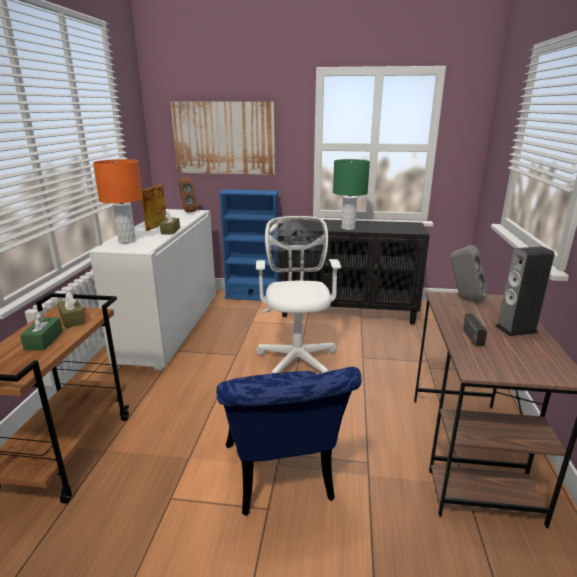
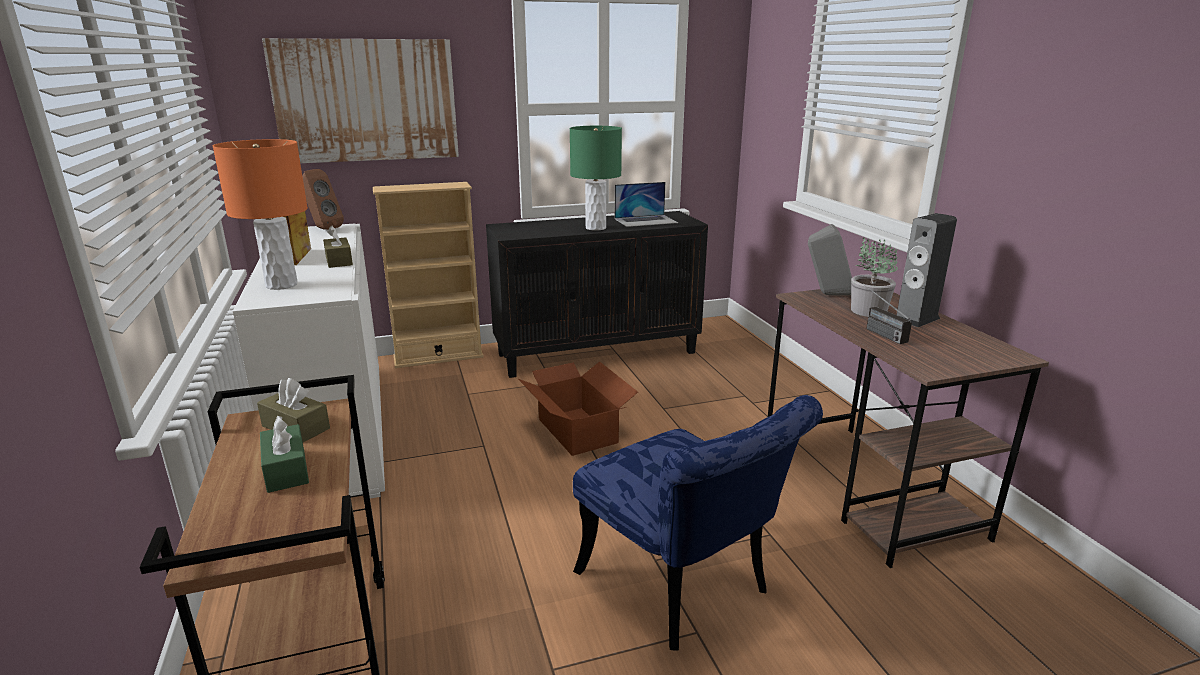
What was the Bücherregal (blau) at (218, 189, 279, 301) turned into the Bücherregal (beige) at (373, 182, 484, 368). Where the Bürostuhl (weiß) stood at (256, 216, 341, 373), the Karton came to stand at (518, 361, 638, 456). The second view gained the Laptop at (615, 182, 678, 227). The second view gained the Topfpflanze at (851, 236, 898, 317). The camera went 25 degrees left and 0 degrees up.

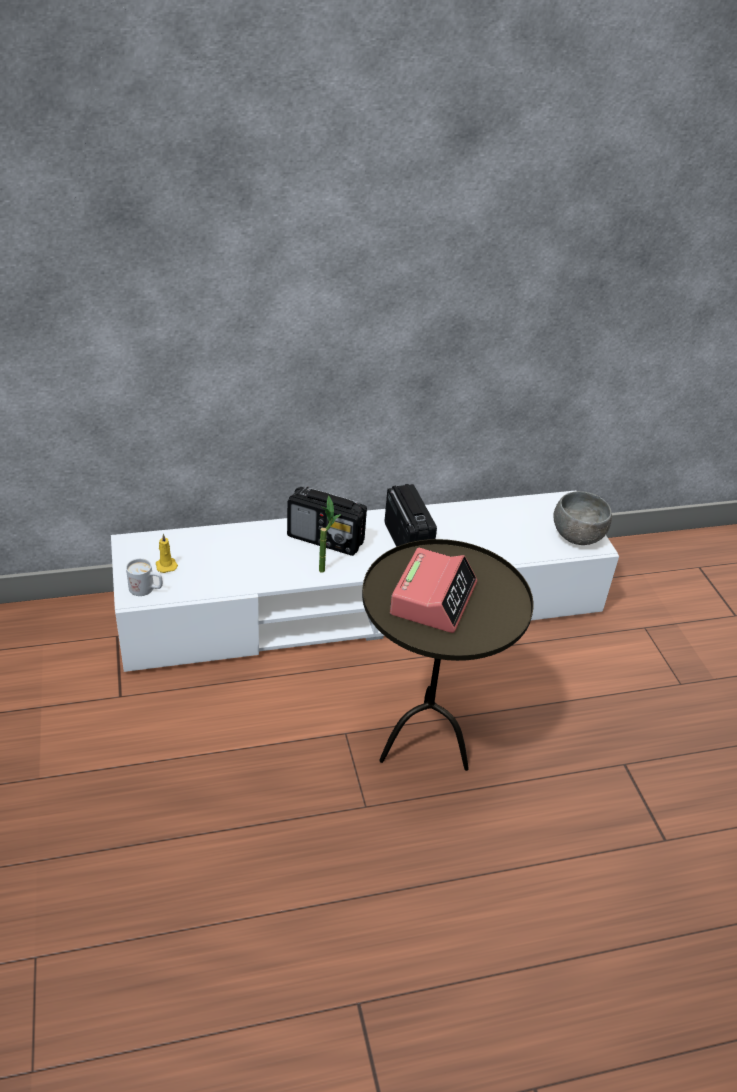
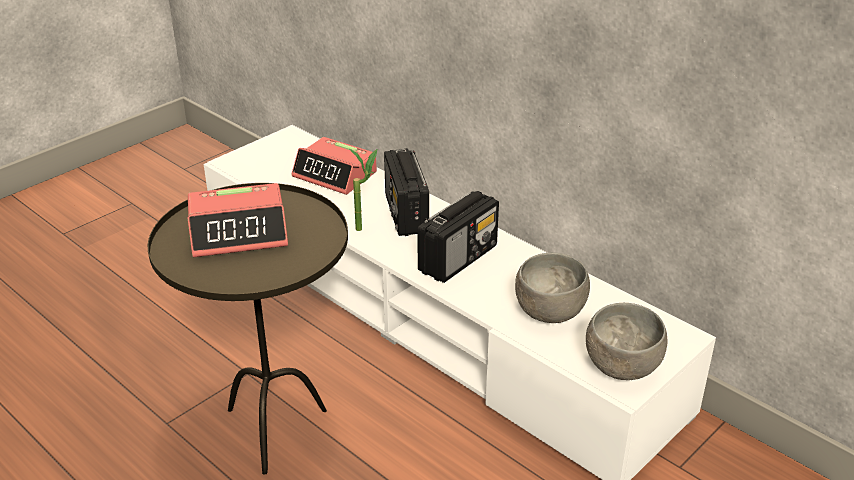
The second view lost the Kerze (gelb) at (156, 534, 178, 573). The second view lost the Henkelbecher (weiß) at (126, 558, 163, 596). The second view gained the Wecker at (291, 137, 377, 195). The second view gained the Schüssel (grau) at (515, 253, 590, 323). The camera went 60 degrees right and 5 degrees down.

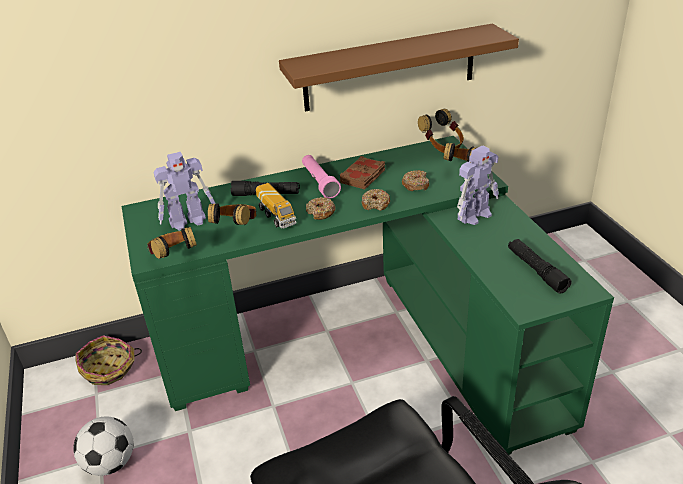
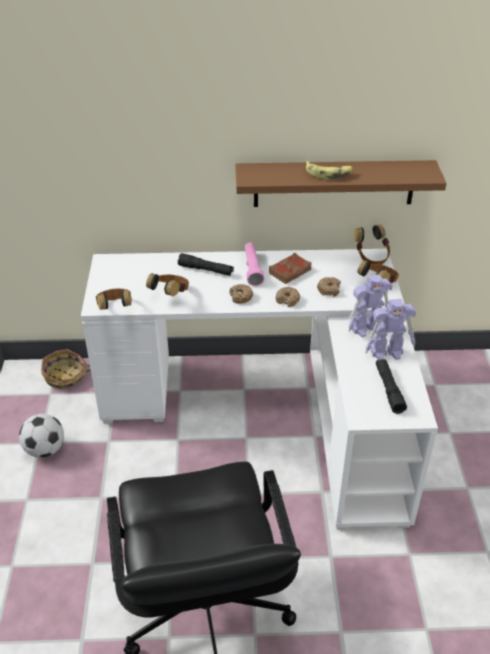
What was the Schreibtisch (grün) at (122, 136, 614, 455) turned into the Schreibtisch (weiß) at (81, 249, 438, 530). The Spielzeugroboter ended up elsewhere, having gone from (153, 152, 215, 231) to (365, 299, 416, 360). The second view lost the Spielzeuglaster at (256, 183, 297, 229). The second view gained the Banane at (305, 161, 353, 180). The camera went 15 degrees right and 5 degrees up.

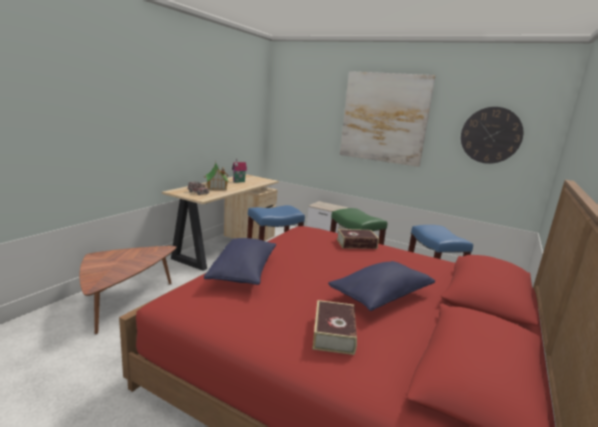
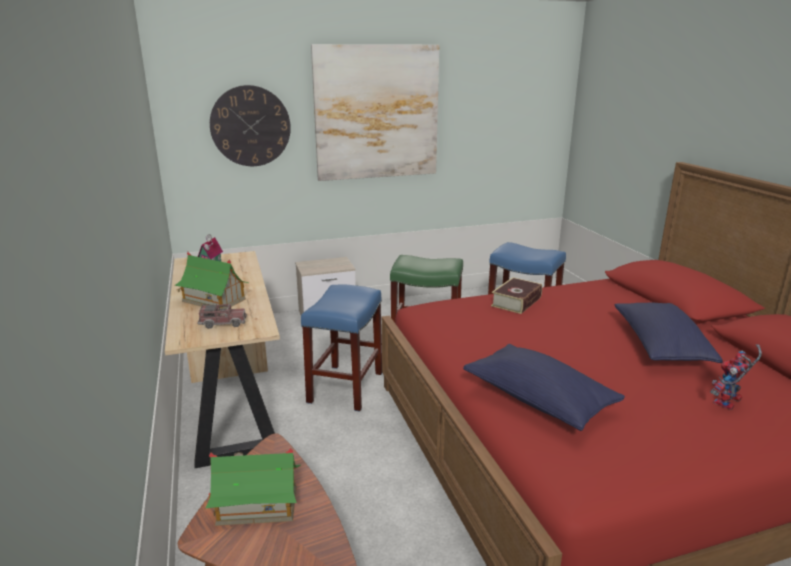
The Wanduhr ended up elsewhere, having gone from (461, 107, 523, 164) to (210, 85, 291, 166). Where the Buch stood at (312, 300, 357, 355), the Spielzeugroboter came to stand at (710, 344, 762, 410). The second view gained the Spielzeughaus at (206, 448, 301, 526). The camera went 45 degrees left and 5 degrees up.

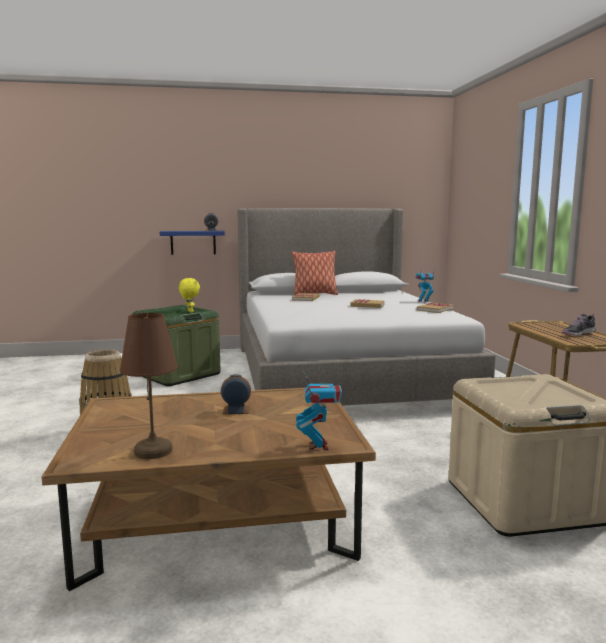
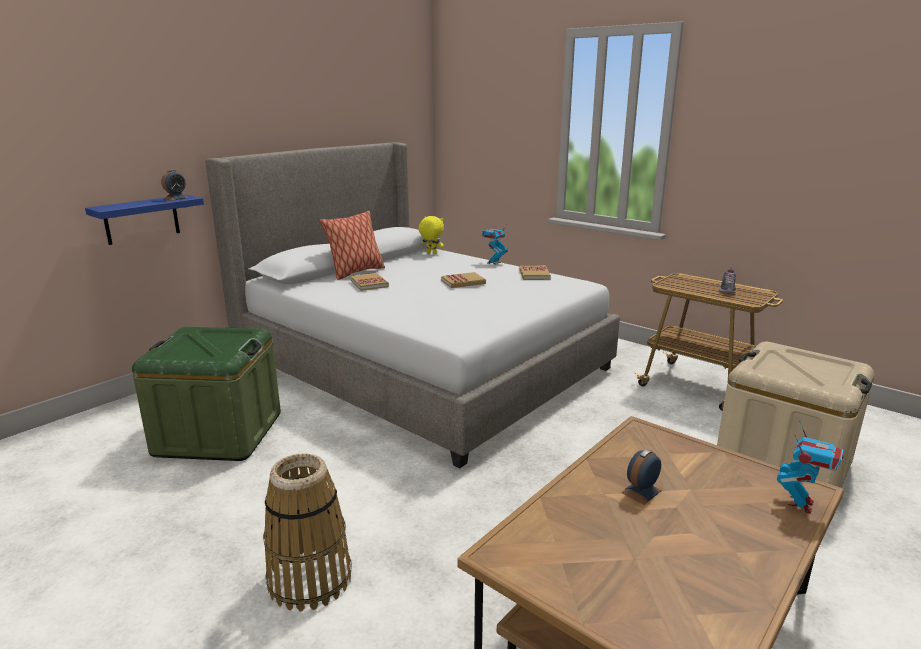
The Plüschtier (gelb) ended up elsewhere, having gone from (179, 278, 200, 313) to (419, 216, 444, 254). The second view lost the Tischlampe (braun) at (120, 313, 178, 459). The Spielzeugroboter at (296, 371, 342, 450) ended up facing another way, 75 degrees clockwise from before. The camera went 40 degrees left and 10 degrees up.

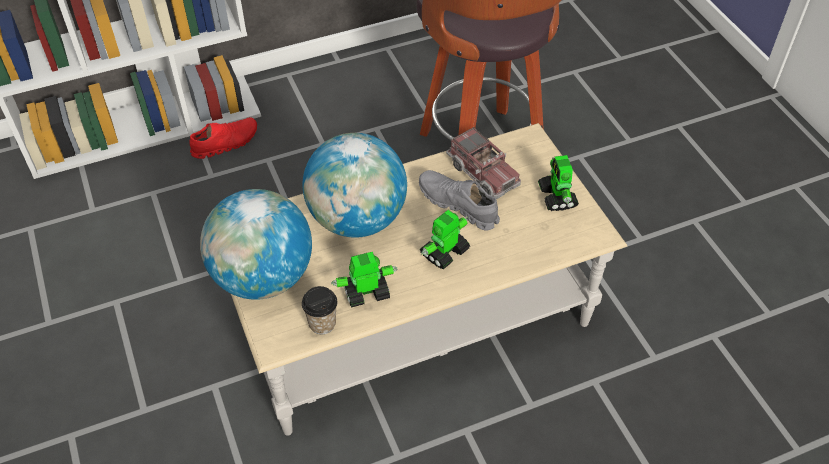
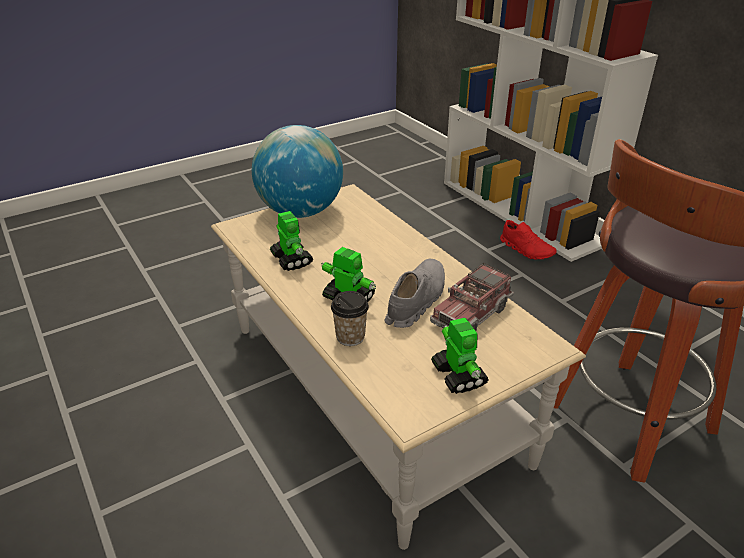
The second view lost the Globus at (303, 133, 407, 238). The Spielzeugroboter at (538, 155, 579, 211) ended up facing another way, 90 degrees clockwise from before. The Tasse ended up elsewhere, having gone from (302, 286, 337, 334) to (331, 291, 369, 346). The camera went 80 degrees right and 15 degrees down.

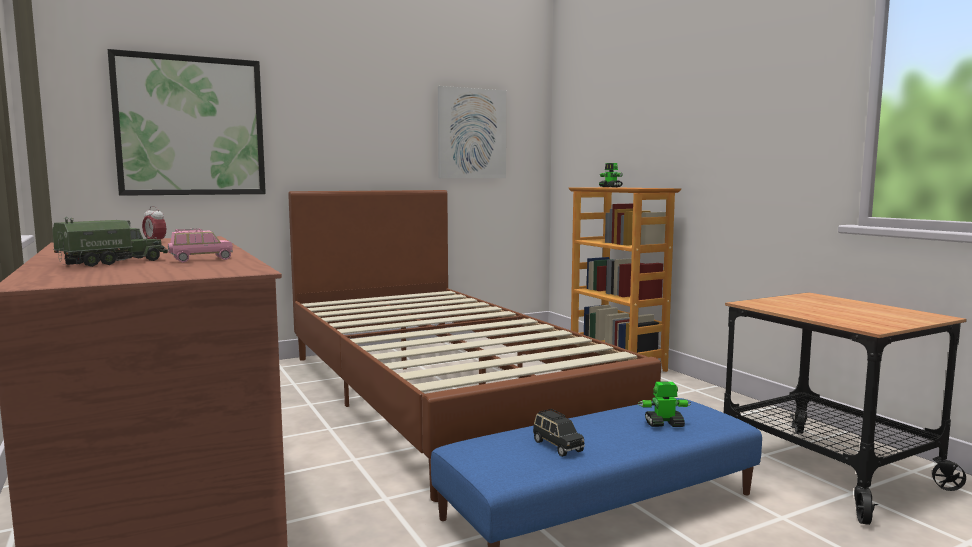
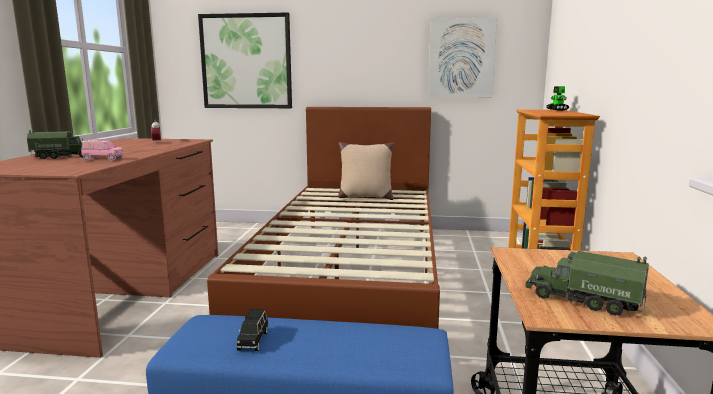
The second view lost the Spielzeugroboter at (638, 382, 691, 427). The second view gained the Kissen (beige) at (338, 142, 394, 200). The second view gained the Spielzeuglaster at (526, 251, 649, 316). The camera went 35 degrees right and 5 degrees up.

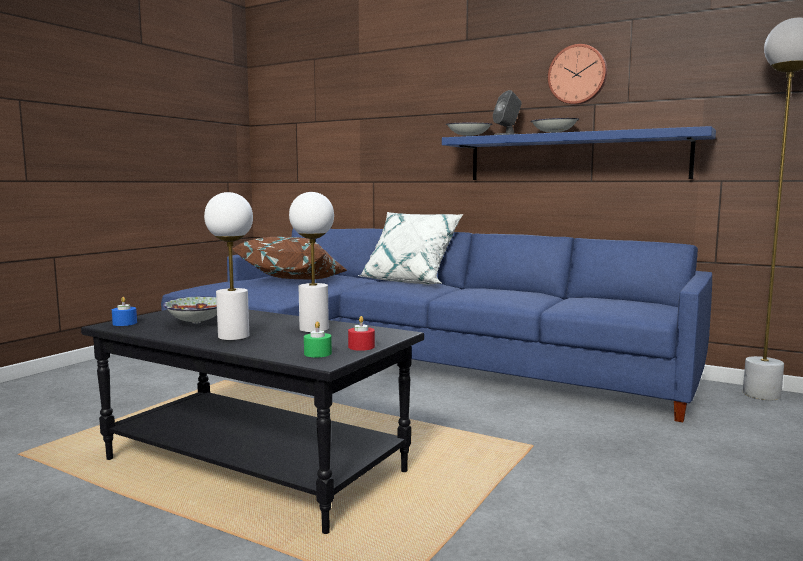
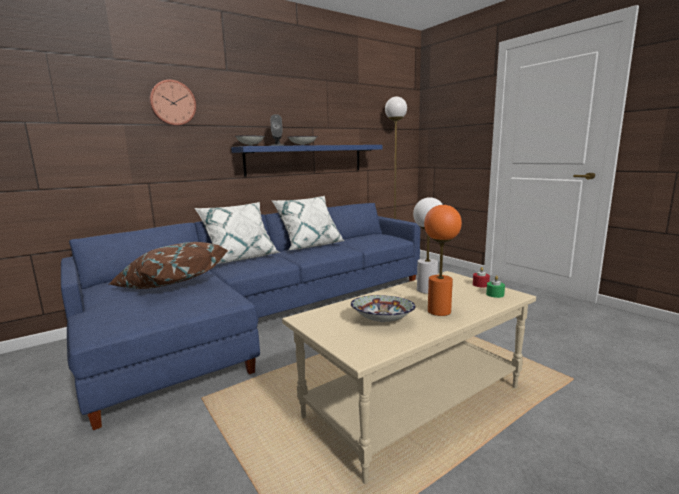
The Wanduhr ended up elsewhere, having gone from (548, 44, 607, 105) to (149, 80, 196, 126). What was the Tischlampe (weiß) at (204, 192, 253, 340) turned into the Tischlampe (orange) at (424, 205, 462, 316). The second view lost the Kerze (blau) at (112, 297, 137, 326). What was the Couchtisch (schwarz) at (81, 310, 424, 534) turned into the Couchtisch (beige) at (282, 271, 536, 484). The second view gained the Kissen (weiß) at (271, 196, 345, 250). The camera went 65 degrees left and 5 degrees up.

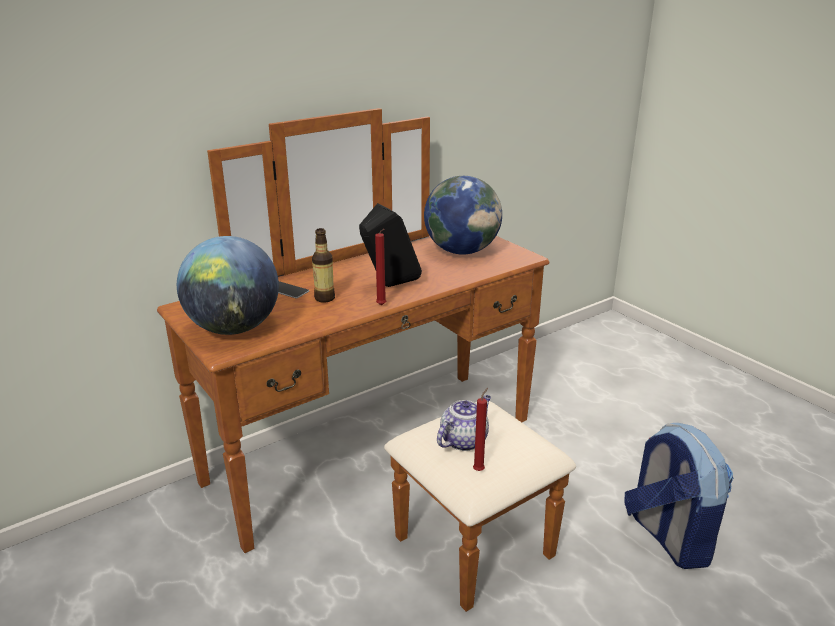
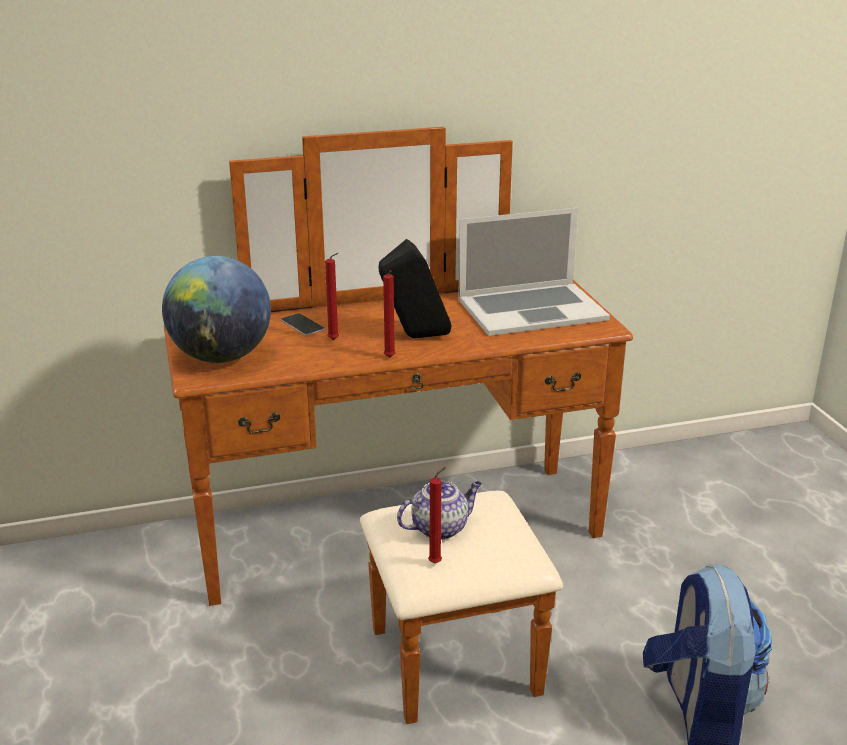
Where the Globus stood at (424, 176, 502, 255), the Laptop came to stand at (458, 208, 610, 336). Where the Flasche stood at (312, 228, 335, 303), the Kerze (rot) came to stand at (325, 253, 339, 340). The camera went 20 degrees right and 0 degrees up.

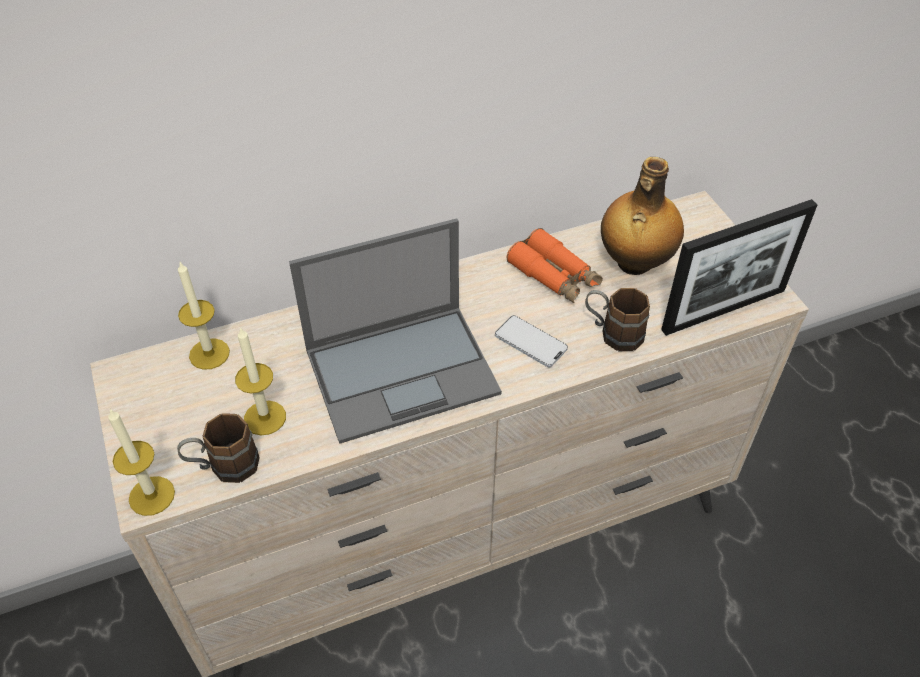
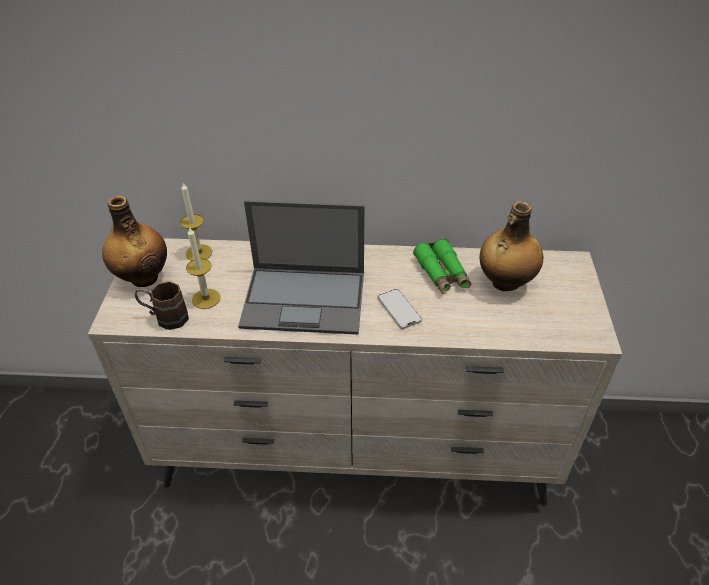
The second view lost the Bilderrahmen at (661, 199, 817, 336). What was the Fernglas (orange) at (507, 228, 603, 303) turned into the Fernglas (grün) at (413, 239, 471, 294). The second view lost the Henkelbecher (braun) at (585, 288, 650, 351). The second view lost the Kerze at (108, 408, 175, 516). The second view gained the Flasche at (102, 196, 167, 287). The camera went 25 degrees right and 5 degrees down.

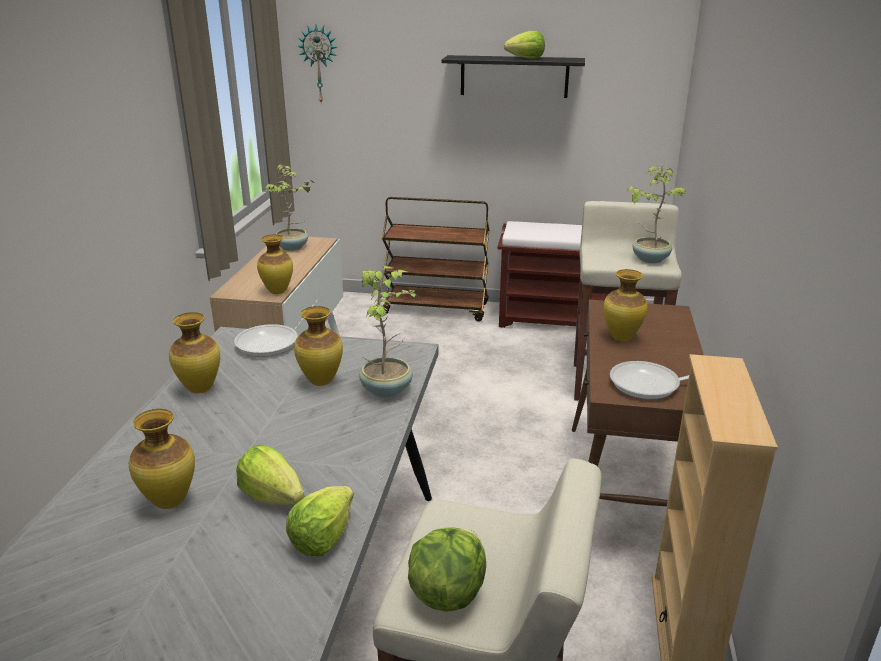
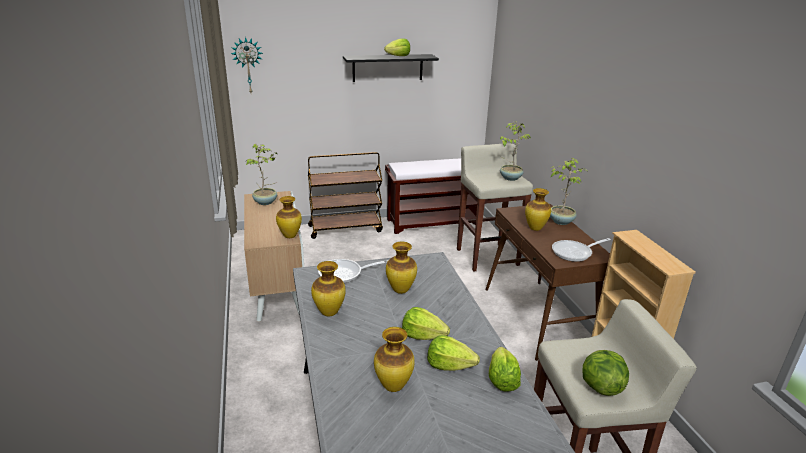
The Topfpflanze ended up elsewhere, having gone from (359, 266, 419, 398) to (550, 158, 587, 225). The second view gained the Salatkopf at (402, 307, 450, 340). The camera went 25 degrees left and 0 degrees up.

